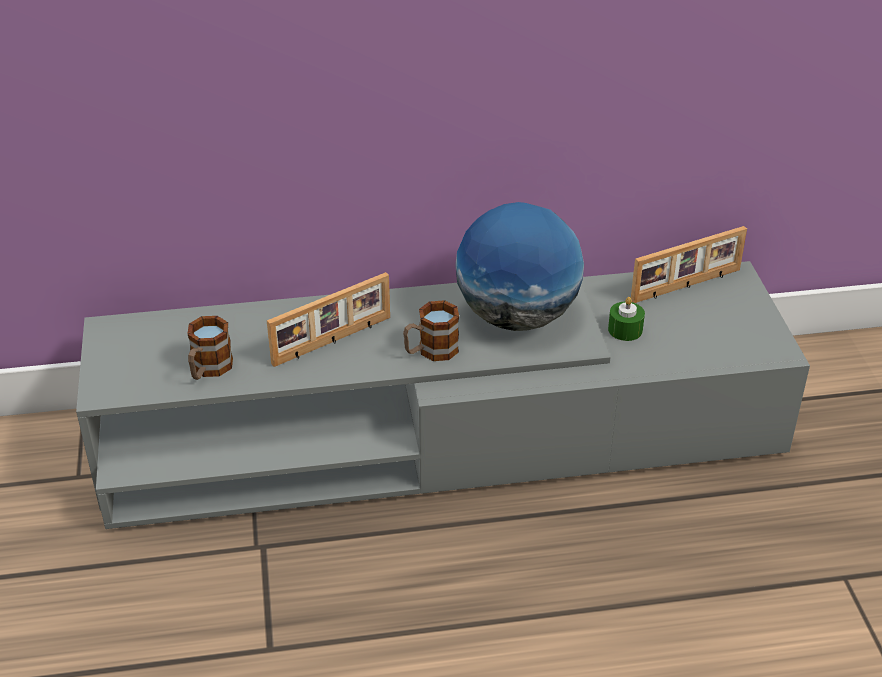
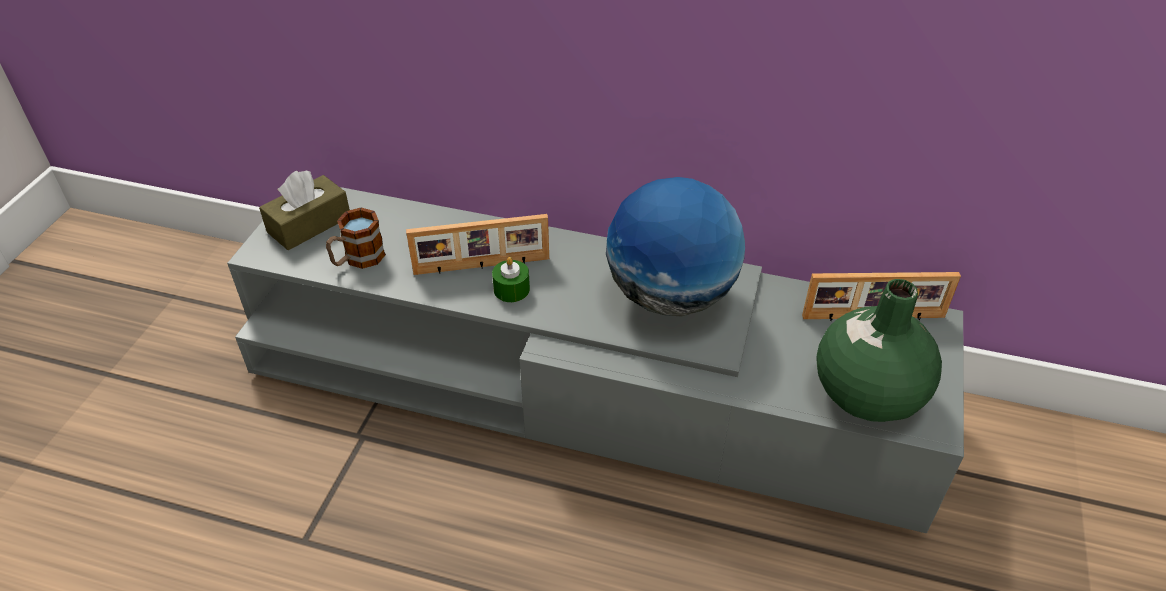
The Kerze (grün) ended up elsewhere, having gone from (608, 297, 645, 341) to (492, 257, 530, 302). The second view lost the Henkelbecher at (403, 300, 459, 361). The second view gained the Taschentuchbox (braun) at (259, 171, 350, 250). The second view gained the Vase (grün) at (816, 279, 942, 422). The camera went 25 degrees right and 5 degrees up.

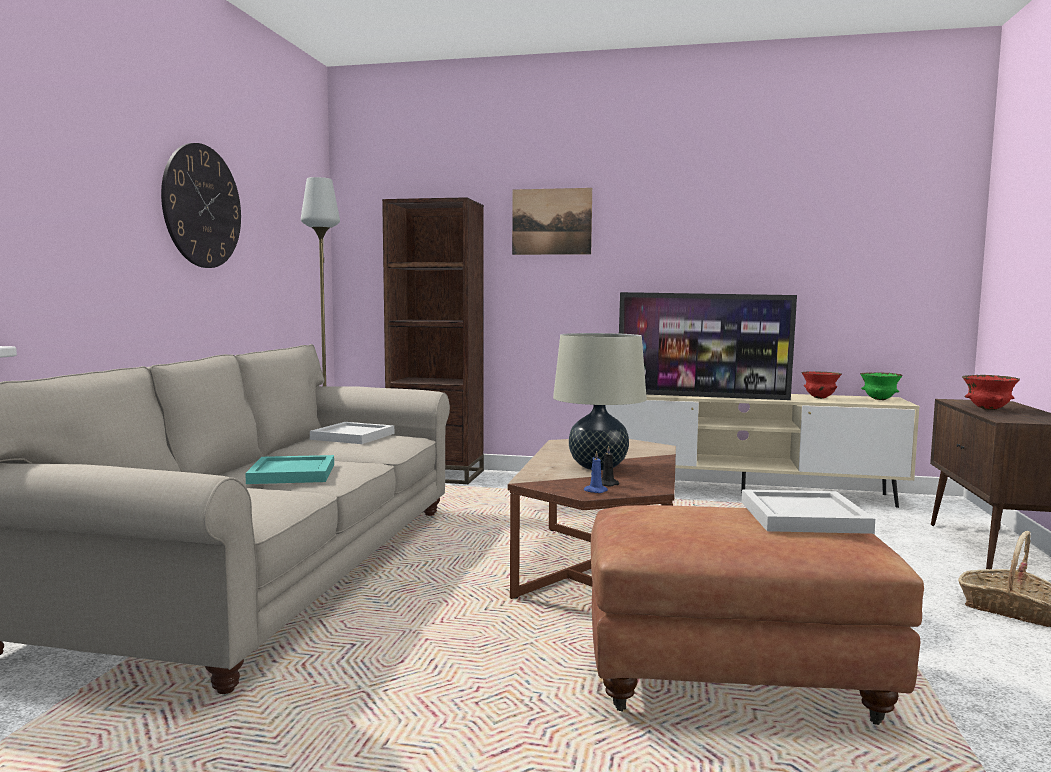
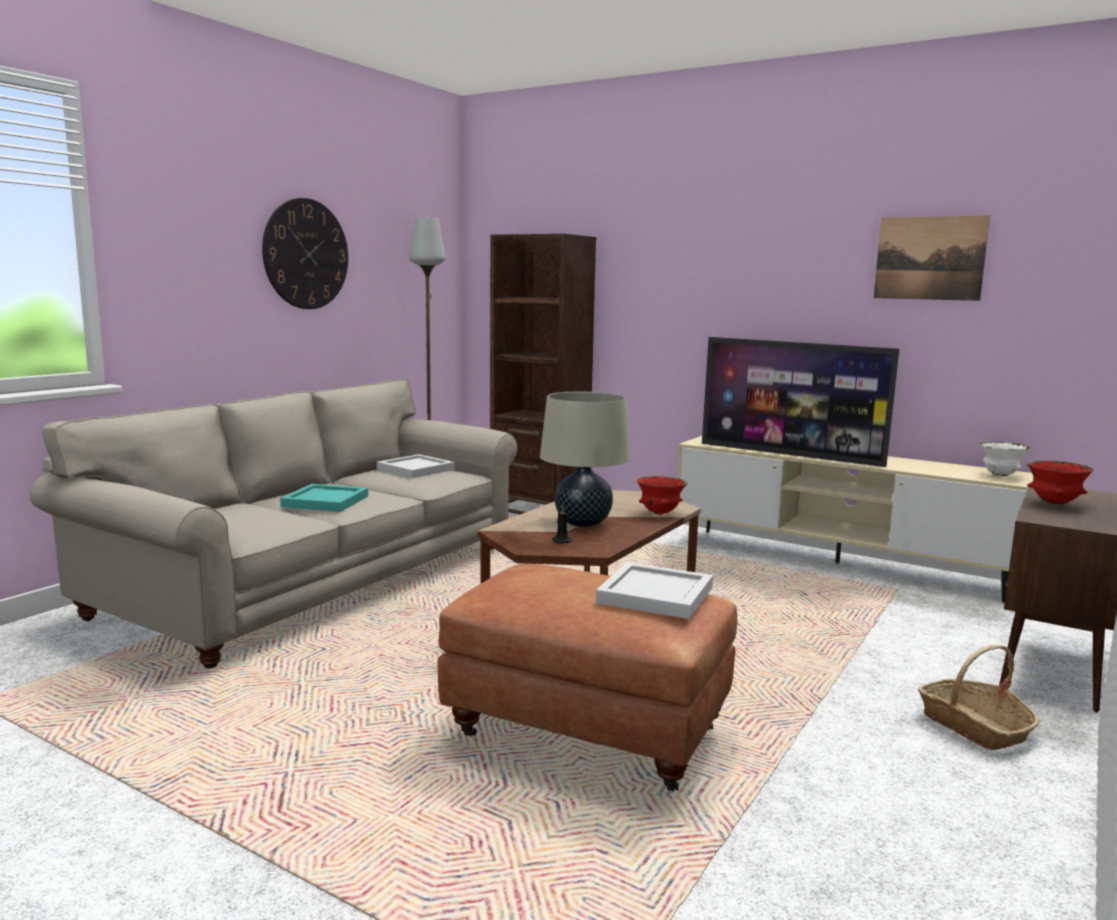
The Bild ended up elsewhere, having gone from (512, 188, 592, 255) to (874, 215, 990, 301). The Schüssel (rot) ended up elsewhere, having gone from (802, 371, 842, 399) to (637, 476, 687, 515). What was the Schüssel (grün) at (860, 372, 903, 400) turned into the Schüssel (weiß) at (980, 442, 1030, 476). The second view lost the Kerze (blau) at (583, 450, 608, 493). The camera went 20 degrees right and 5 degrees up.

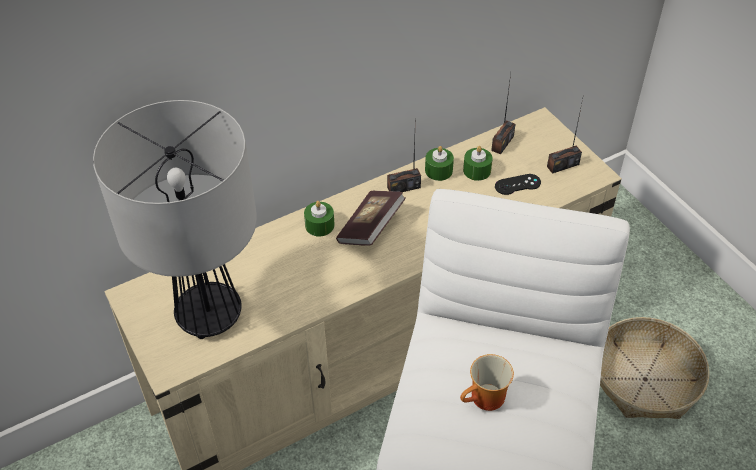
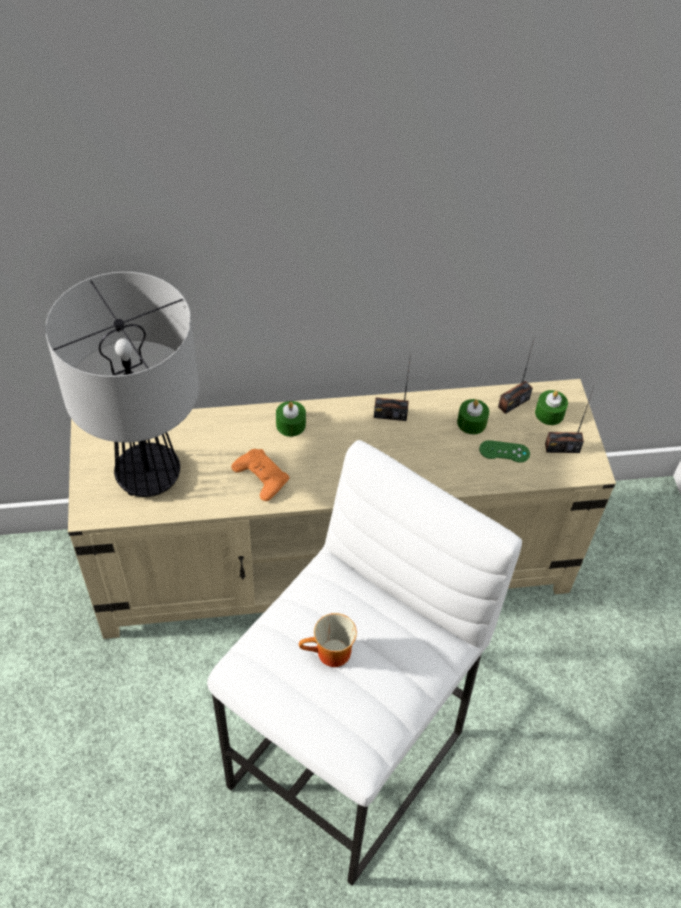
The Kerze (grün) ended up elsewhere, having gone from (425, 146, 454, 181) to (535, 390, 568, 425). What was the Gamepad (schwarz) at (495, 174, 541, 195) turned into the Gamepad (grün) at (479, 440, 530, 463). The second view lost the Buch at (336, 191, 406, 246). The second view lost the Korb at (600, 317, 710, 419). The second view gained the Gamepad (orange) at (231, 449, 290, 501). The camera went 20 degrees right and 5 degrees up.

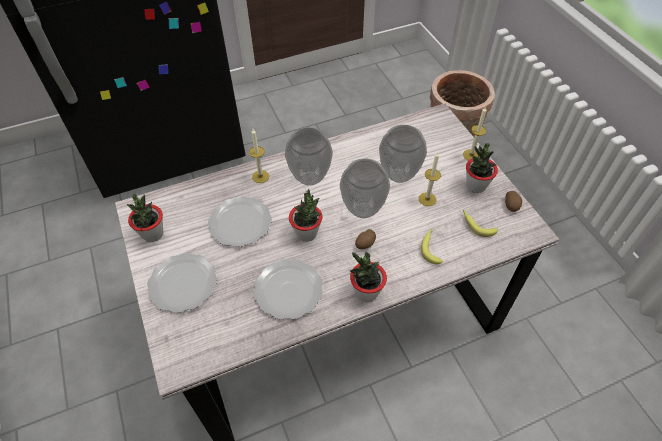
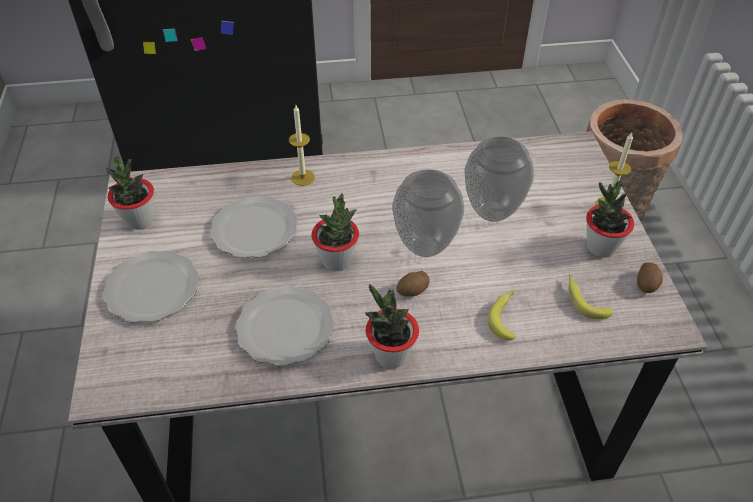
The second view lost the Vase at (285, 127, 333, 186). The second view lost the Kerze at (419, 152, 441, 206). The camera went 15 degrees right and 5 degrees down.

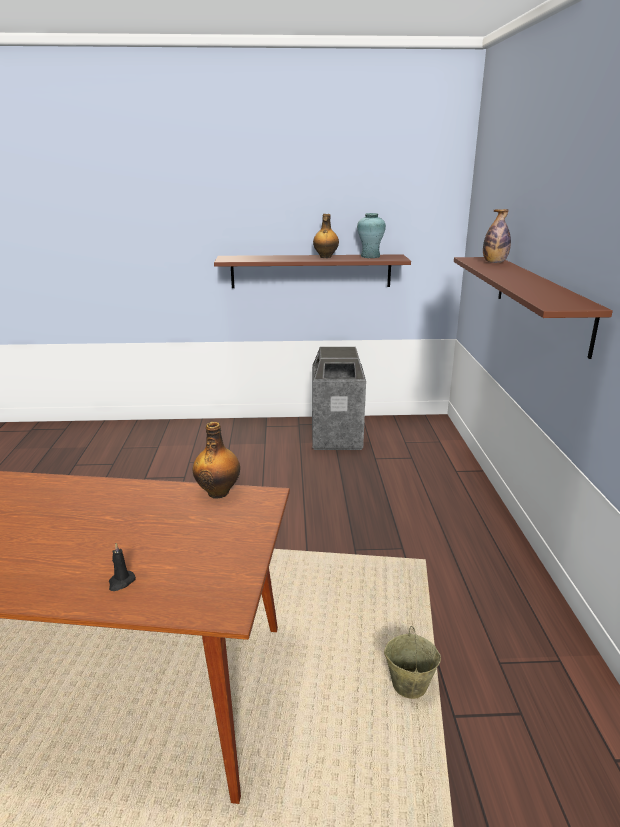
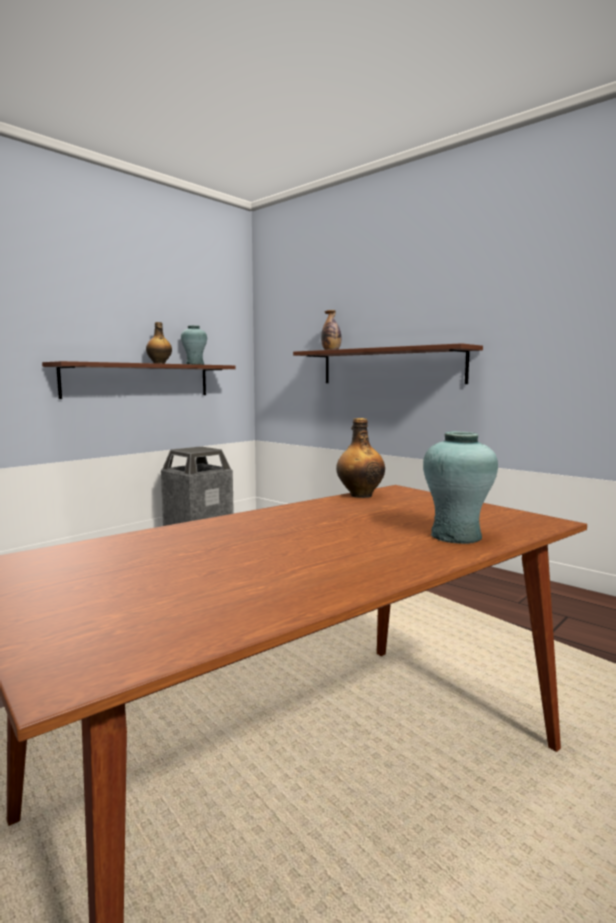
Where the Kerze (schwarz) stood at (109, 543, 136, 591), the Vase (türkis) came to stand at (423, 431, 498, 544). The second view lost the Eimer (beige) at (384, 626, 441, 699). The camera went 45 degrees left and 15 degrees down.

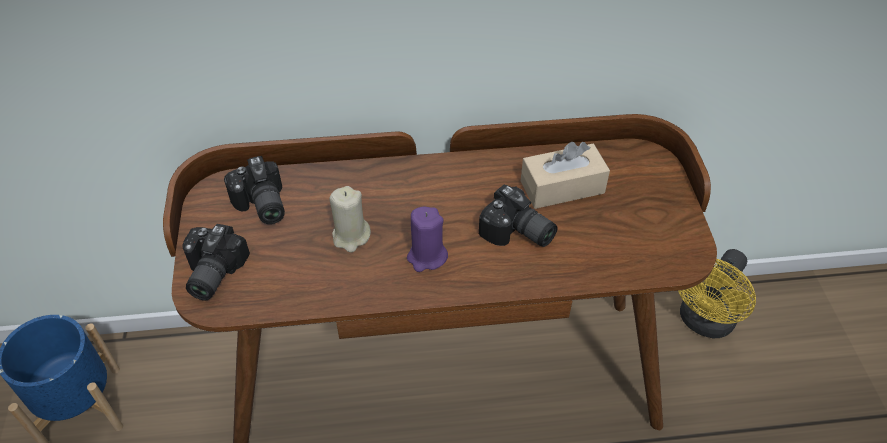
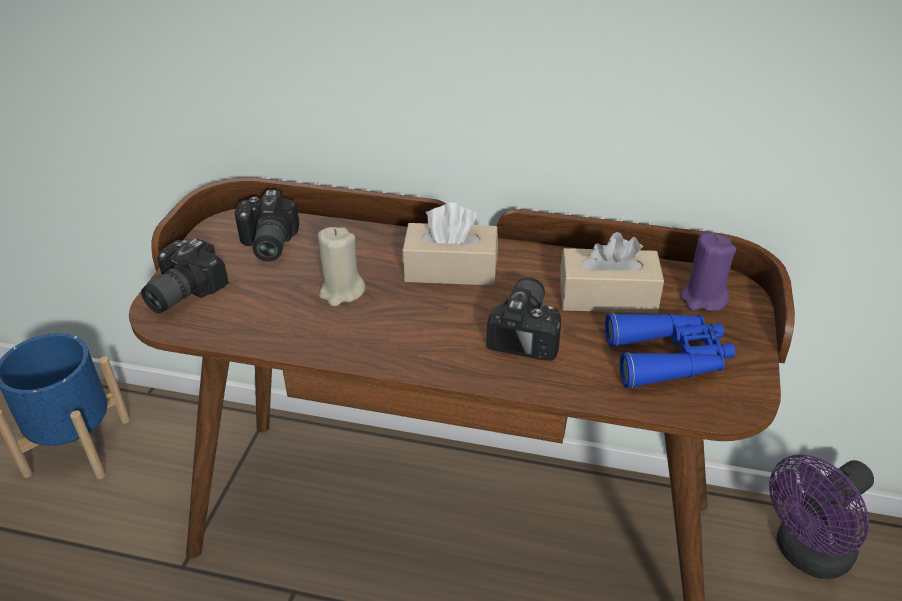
The Kamera at (479, 184, 558, 247) ended up facing another way, 135 degrees counterclockwise from before. The Kerze (lila) ended up elsewhere, having gone from (407, 207, 448, 272) to (680, 232, 736, 312). What was the Ventilator (gelb) at (678, 249, 756, 338) turned into the Ventilator (lila) at (769, 454, 874, 579). The second view gained the Taschentuchbox (beige) at (402, 202, 498, 286). The second view gained the Fernglas (blau) at (605, 313, 735, 388). The camera went 20 degrees right and 10 degrees down.

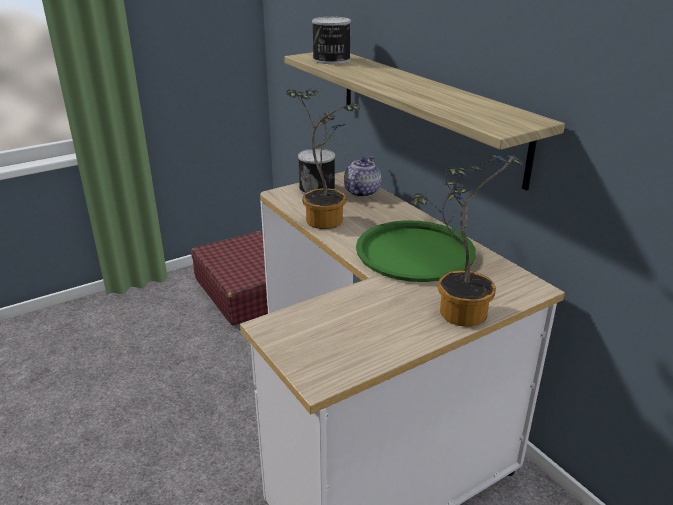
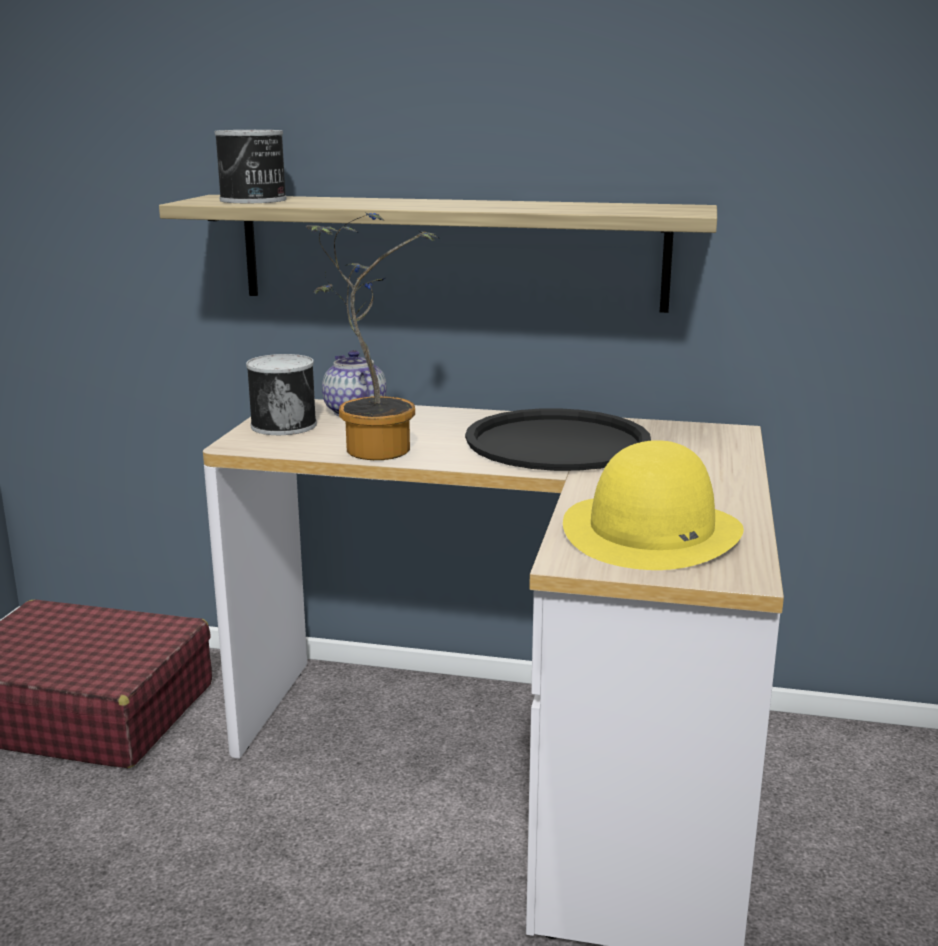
The second view lost the Topfpflanze at (410, 155, 523, 327). What was the Tablett (grün) at (356, 220, 476, 282) turned into the Tablett (schwarz) at (465, 408, 651, 471). The second view gained the Hut (gelb) at (563, 440, 744, 570). The camera went 45 degrees left and 10 degrees down.

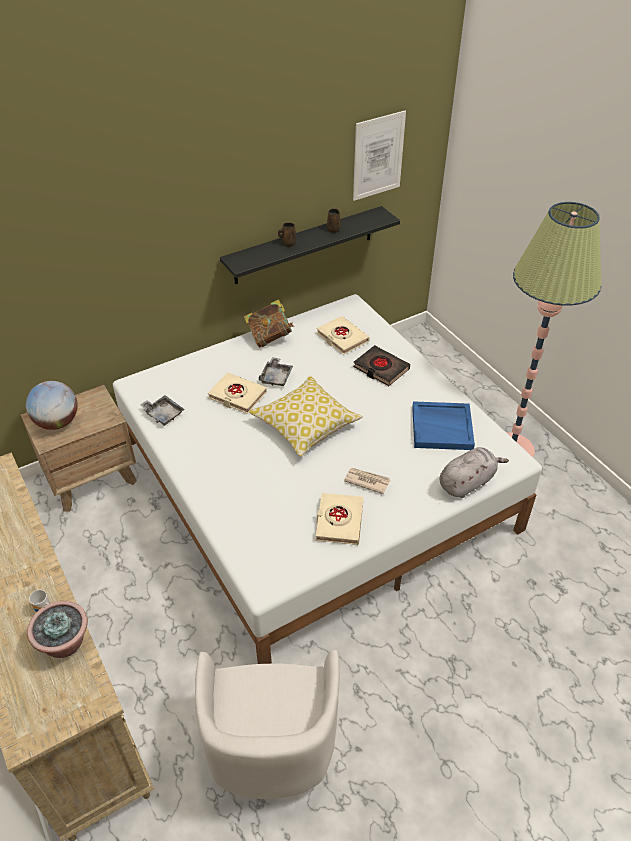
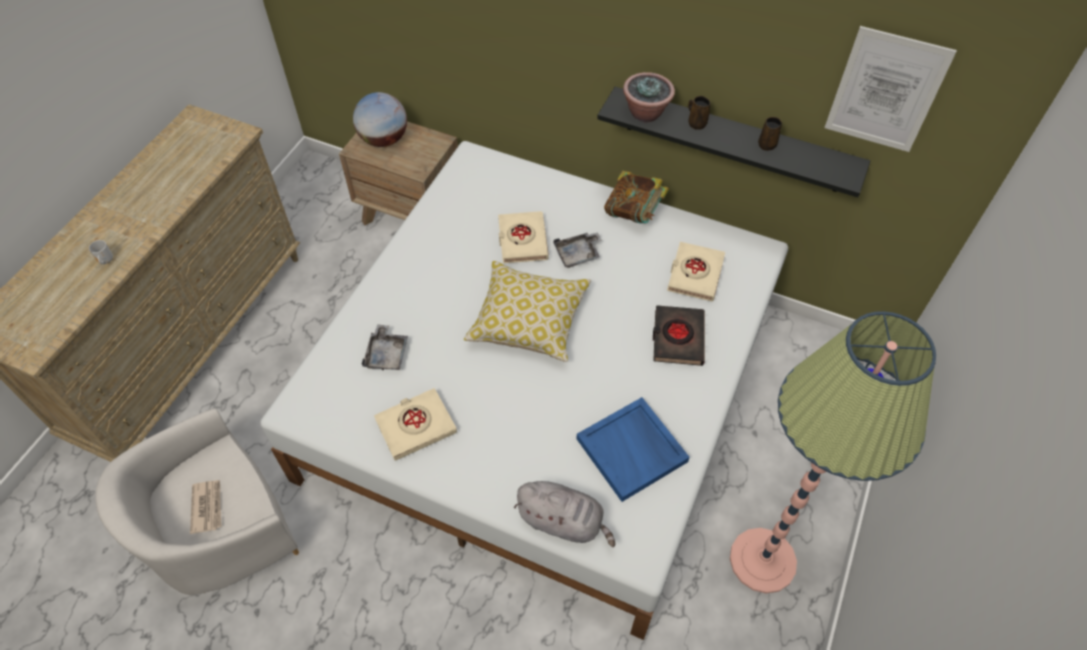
The Tablett (grau) ended up elsewhere, having gone from (140, 395, 185, 426) to (362, 324, 408, 370). The Zeitung ended up elsewhere, having gone from (344, 468, 391, 494) to (190, 480, 222, 534). The Topfpflanze ended up elsewhere, having gone from (27, 601, 88, 658) to (623, 72, 675, 123). The camera went 55 degrees right and 10 degrees up.

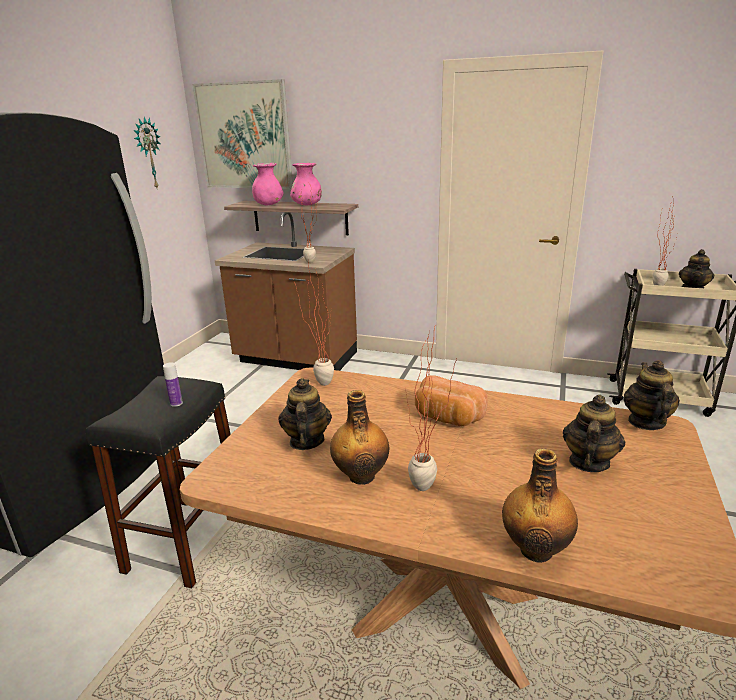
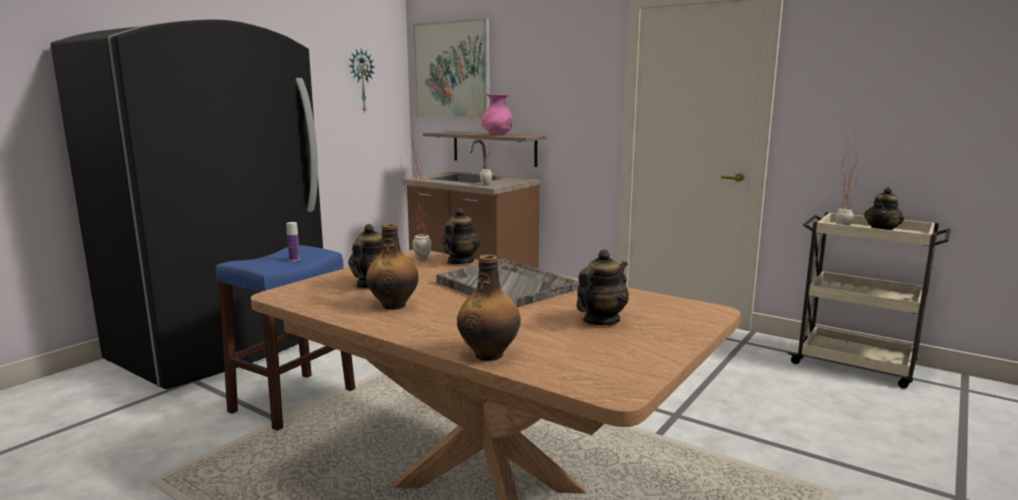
The second view lost the Vase (rosa) at (252, 163, 284, 205). The second view lost the Topfpflanze at (406, 324, 457, 491). The Teekanne ended up elsewhere, having gone from (623, 360, 680, 430) to (441, 208, 480, 264). Where the Brot stood at (415, 375, 488, 426), the Tablett (grau) came to stand at (436, 258, 579, 307). What was the Hocker (schwarz) at (86, 376, 231, 588) turned into the Hocker (blau) at (216, 245, 355, 431). The camera went 15 degrees right and 10 degrees down.

